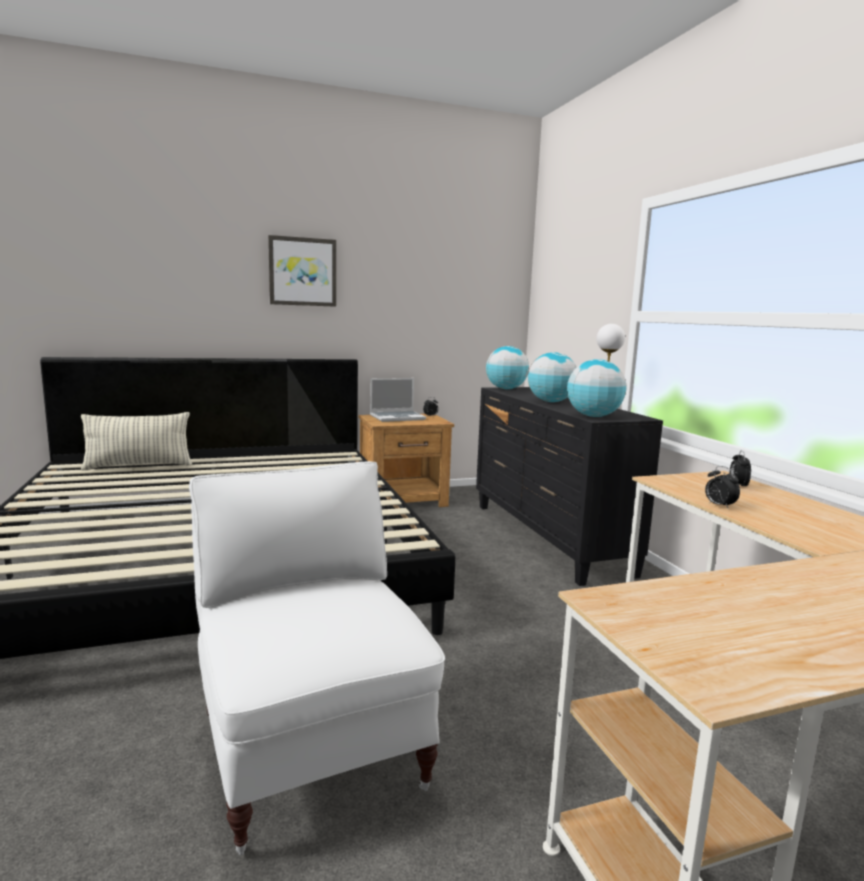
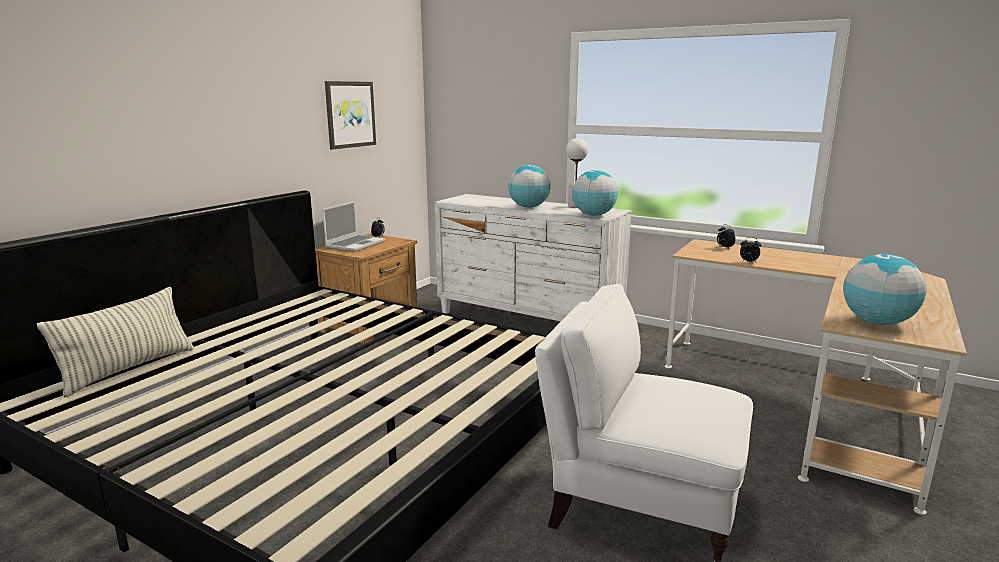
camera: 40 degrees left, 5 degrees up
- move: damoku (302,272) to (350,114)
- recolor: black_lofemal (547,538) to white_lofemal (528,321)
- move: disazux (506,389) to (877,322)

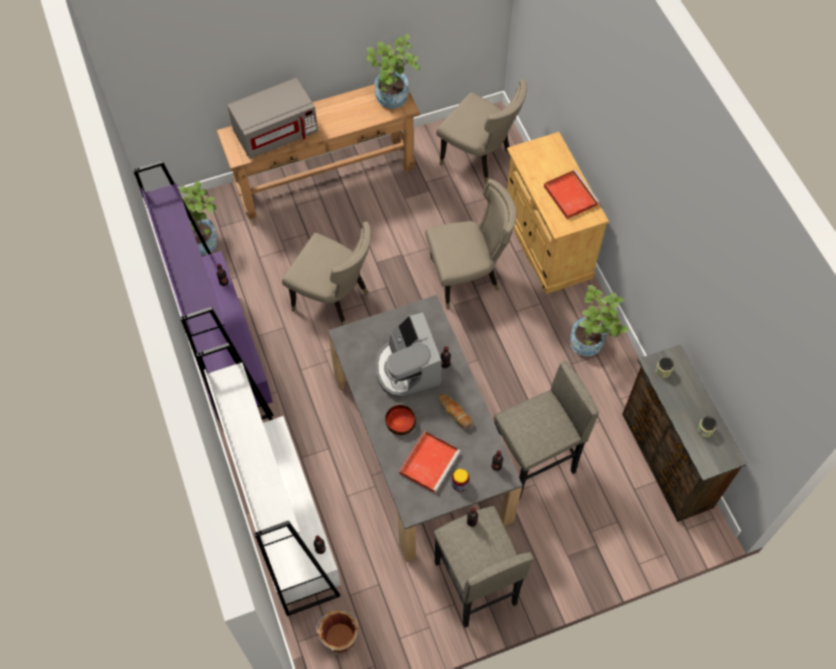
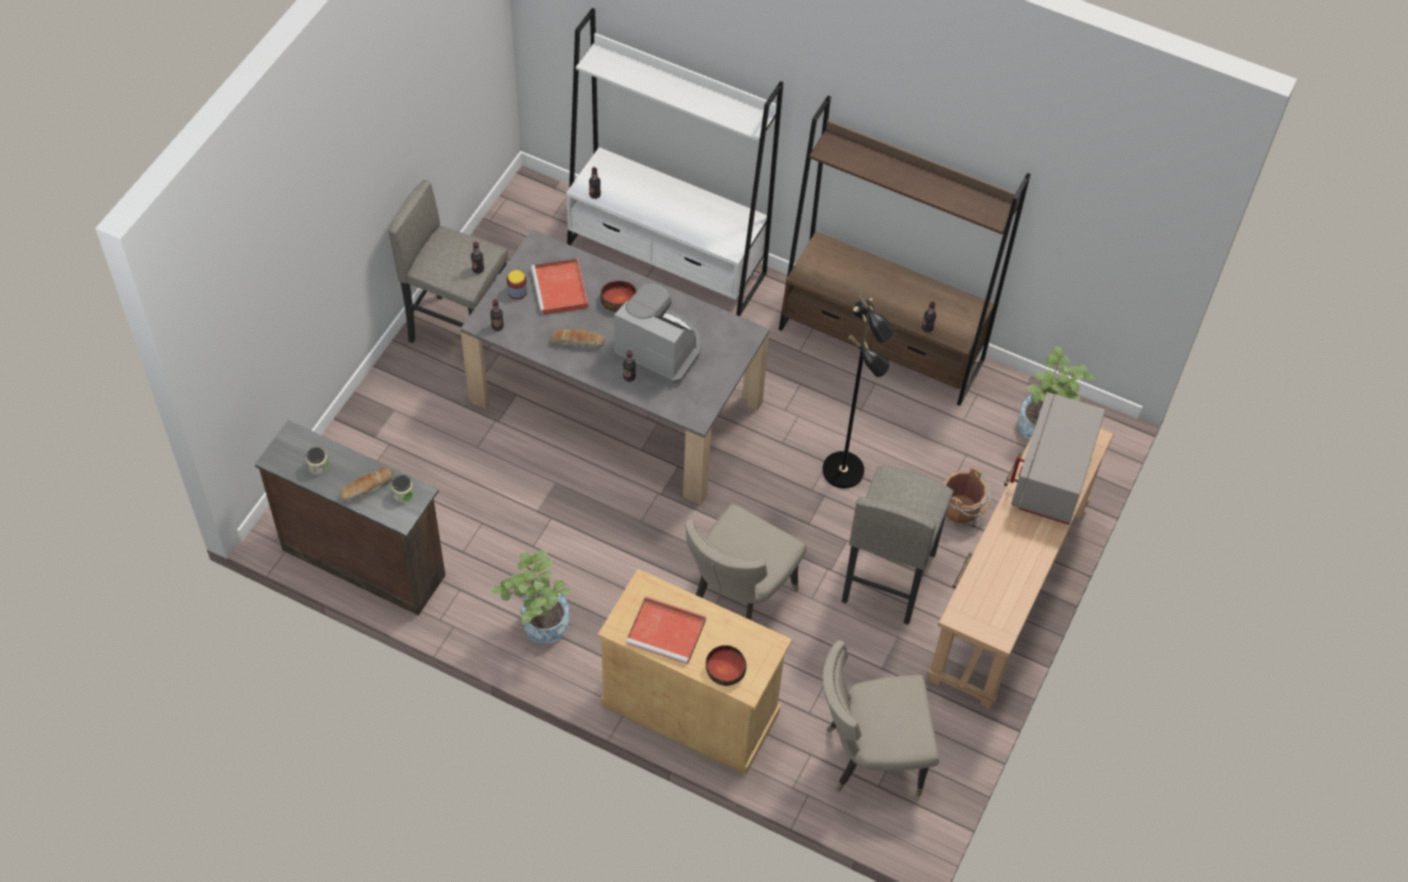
camera: 135 degrees right, 5 degrees down
- insert: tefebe (368,488)
- insert: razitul (725,669)
- recolor: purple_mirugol (226,356) to brown_mirugol (881,345)
- replace: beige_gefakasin (334,300) to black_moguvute (844,470)
- move: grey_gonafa (533,464) to (887,577)
- move: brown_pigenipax (339,636) to (961,511)
- delete: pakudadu (392,100)

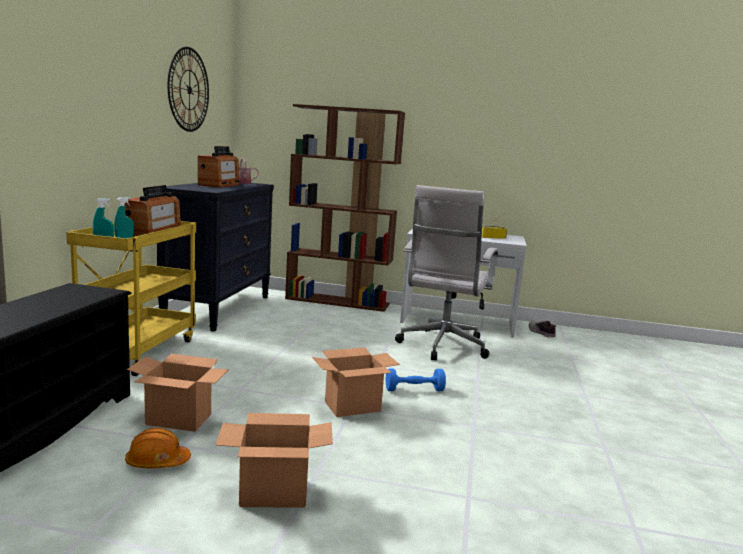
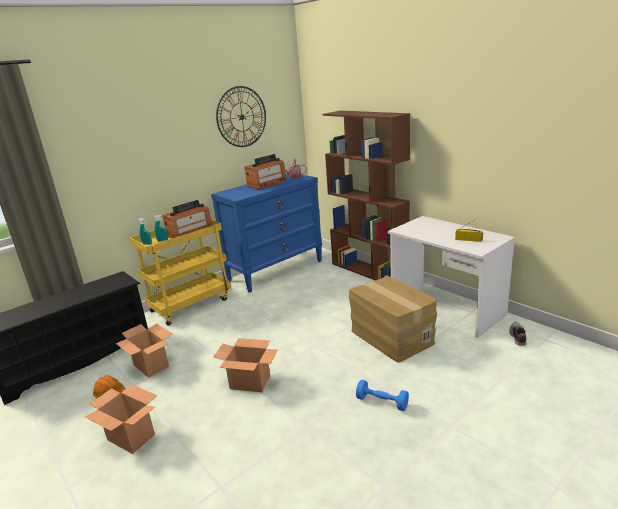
camera: 40 degrees right, 10 degrees up
- recolor: black_lofemal (218,309) to blue_lofemal (276,270)
- replace: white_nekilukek (442,347) to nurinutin (391,337)
- move: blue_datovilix (414,390) to (382,402)

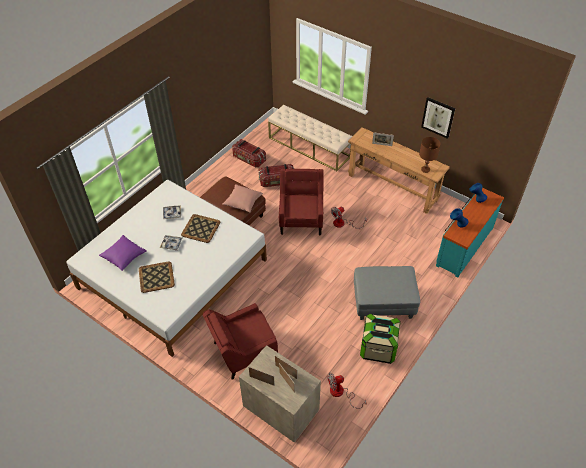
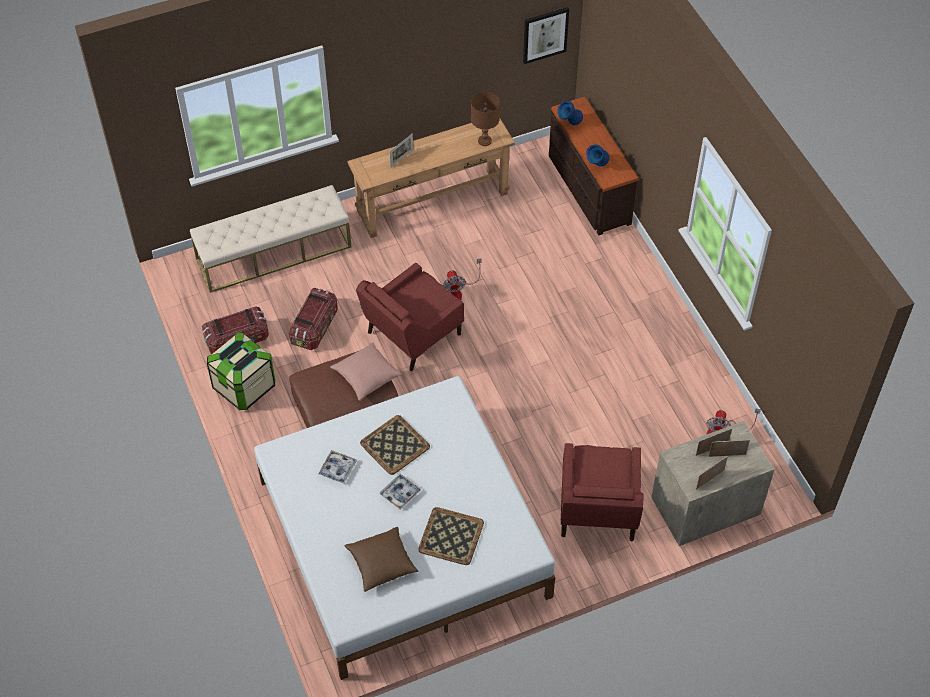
camera: 60 degrees left, 5 degrees up
- move: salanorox (378,348) to (244,386)
- recolor: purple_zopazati (124,256) to brown_zopazati (381,563)
- rotate: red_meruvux (301,219) = (412,334) 75 degrees counterclockwise
- move: damoku (438,117) to (545,34)
- recolor: turquoise_lofemal (464,246) to brown_lofemal (588,189)
- delete: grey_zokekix (383,302)

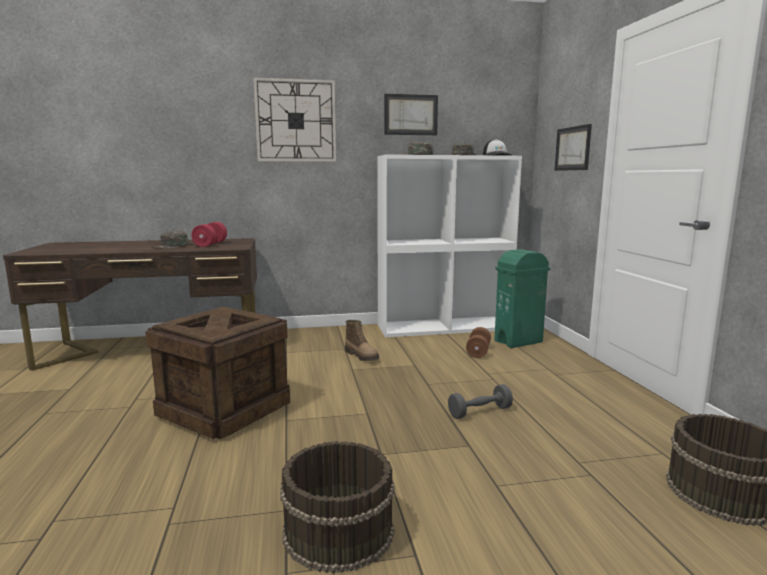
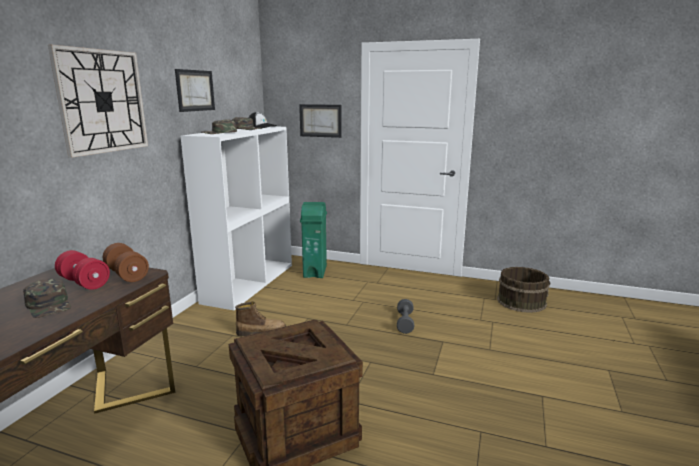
camera: 60 degrees left, 5 degrees up
- move: brown_datovilix (478,352) to (127,274)
- delete: brown_pigenipax (337,532)

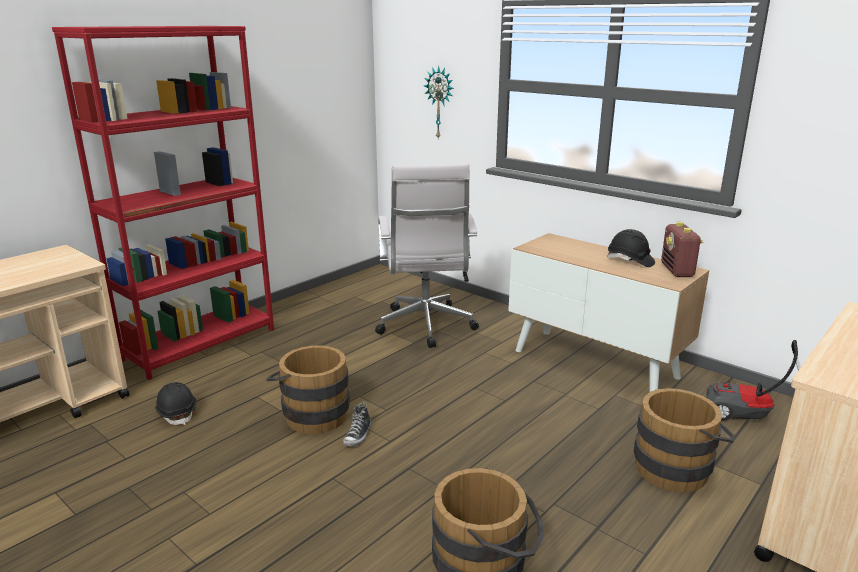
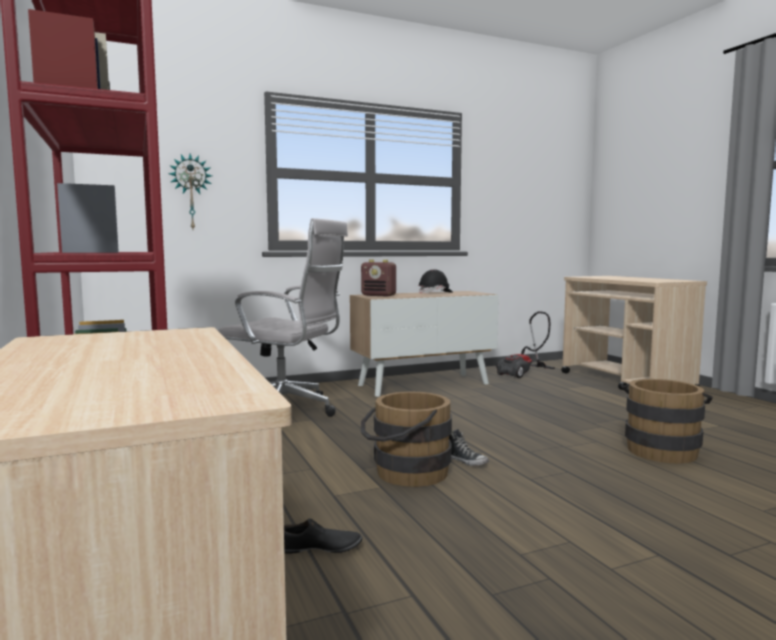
camera: 65 degrees left, 15 degrees down
- replace: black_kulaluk (177,413) to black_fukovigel (319,548)
- move: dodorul (677,271) to (379,295)
- delete: brown_pigenipax (677,467)

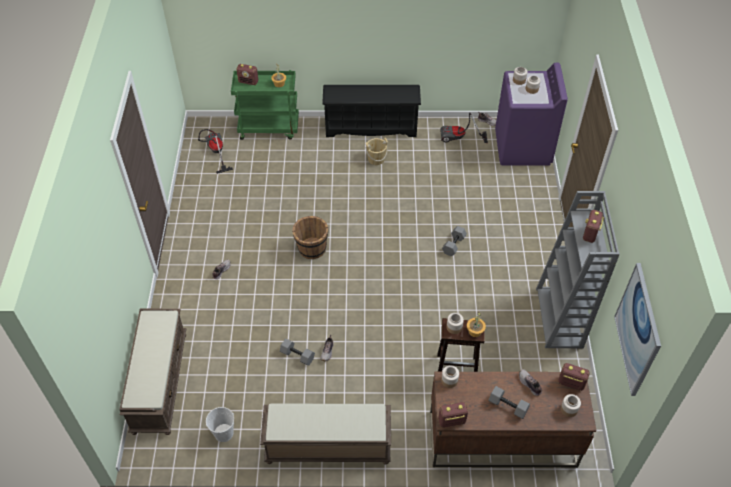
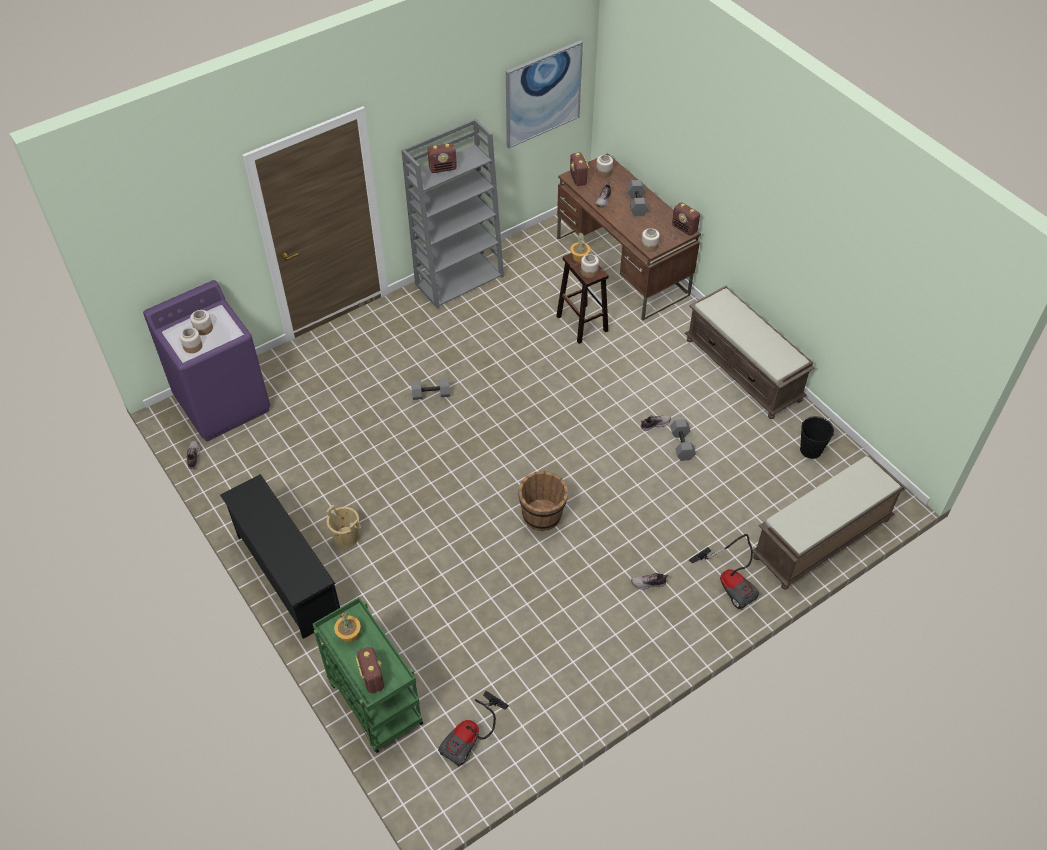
camera: 125 degrees left, 0 degrees up
- move: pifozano (459,138) to (730,583)
- recolor: white_pigenipax (223,433) to black_pigenipax (810,450)

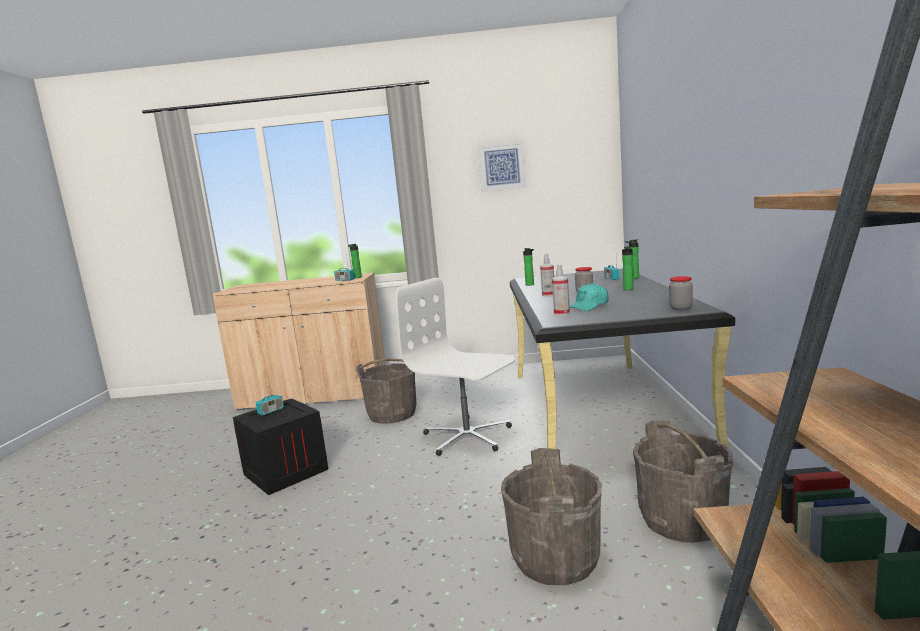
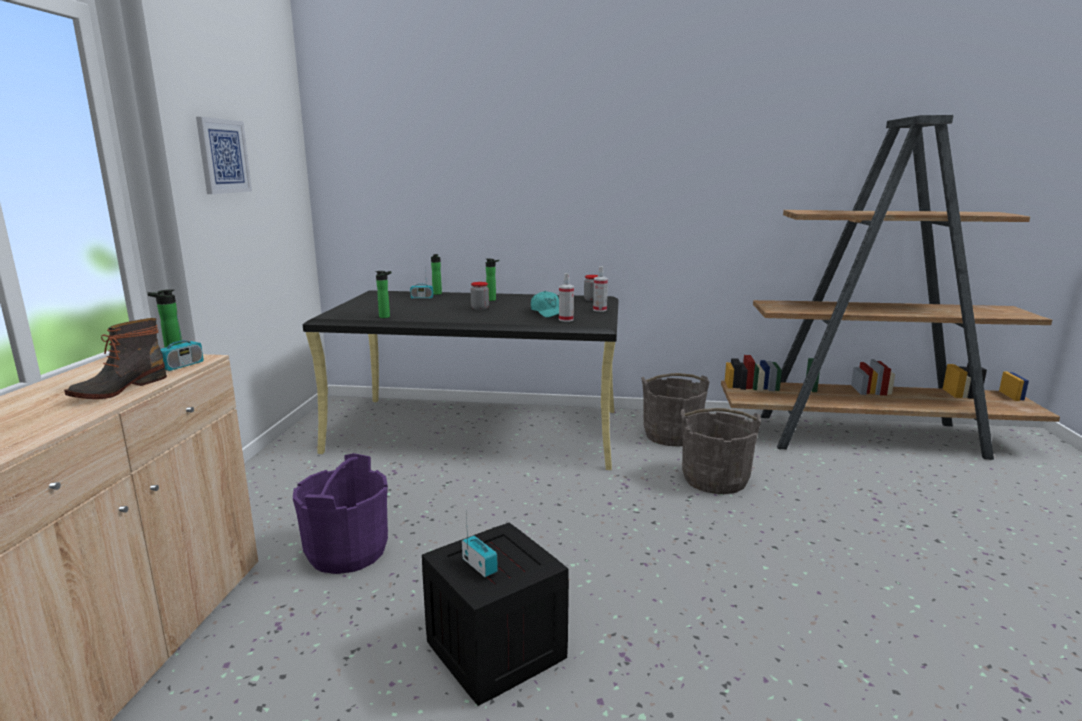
camera: 85 degrees left, 5 degrees up
- insert: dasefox (118,388)
- recolor: grey_pigenipax (392,414) to purple_pigenipax (347,552)
- move: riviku (548,295) to (600,310)
- delete: white_nekilukek (467,437)

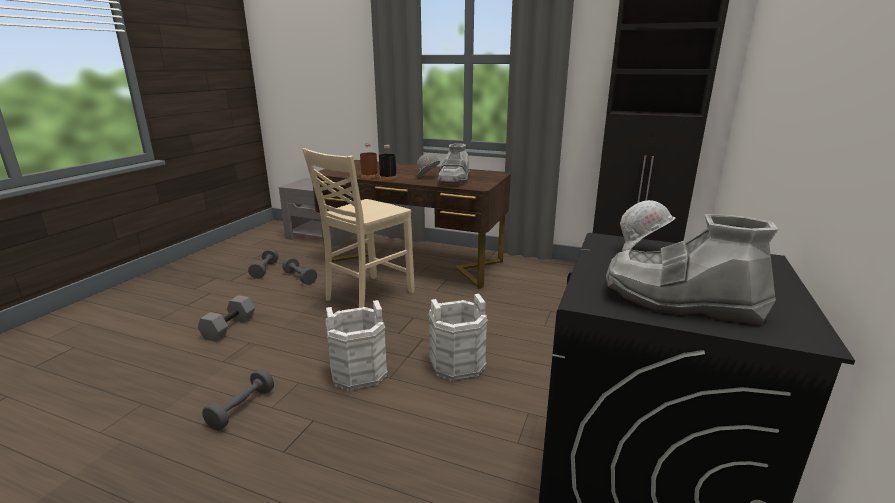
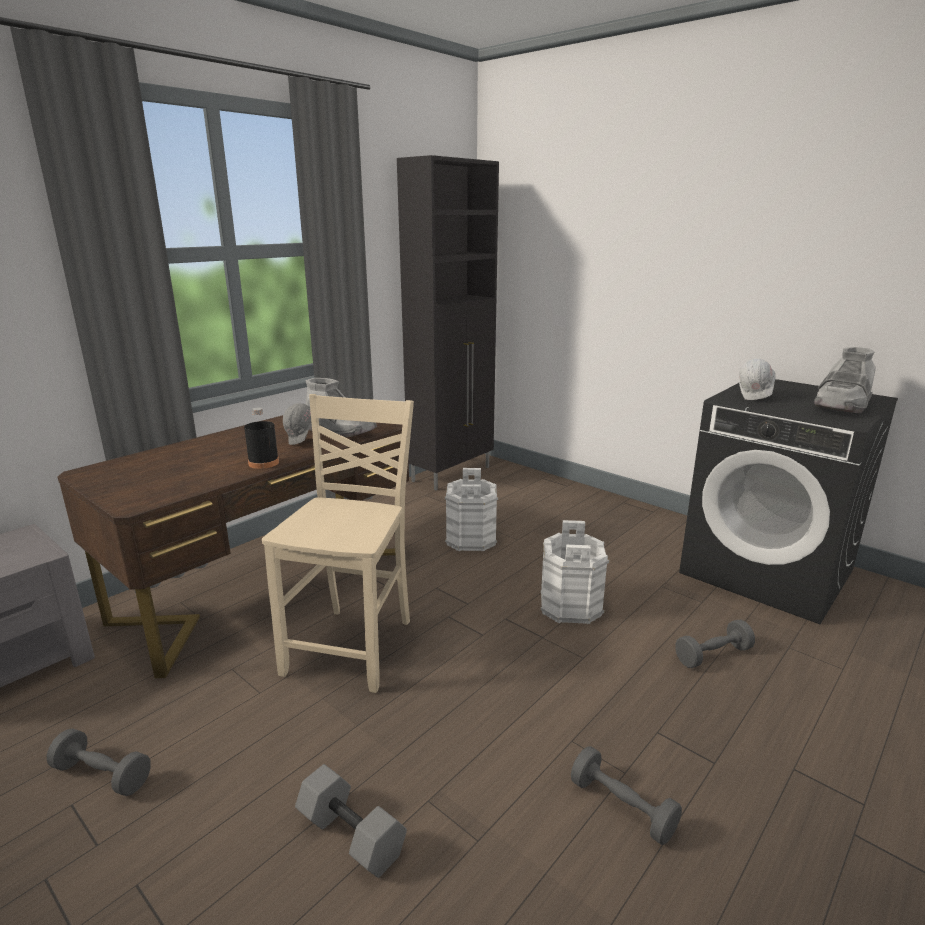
camera: 70 degrees left, 0 degrees up
- rotate: beige_gefakasin (367,296) = (353,646) 135 degrees counterclockwise
- move: white_pigenipax (359,373) to (471,539)
- move: grey_datovilix (300,278) to (713,655)
- delete: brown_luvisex (369,176)

